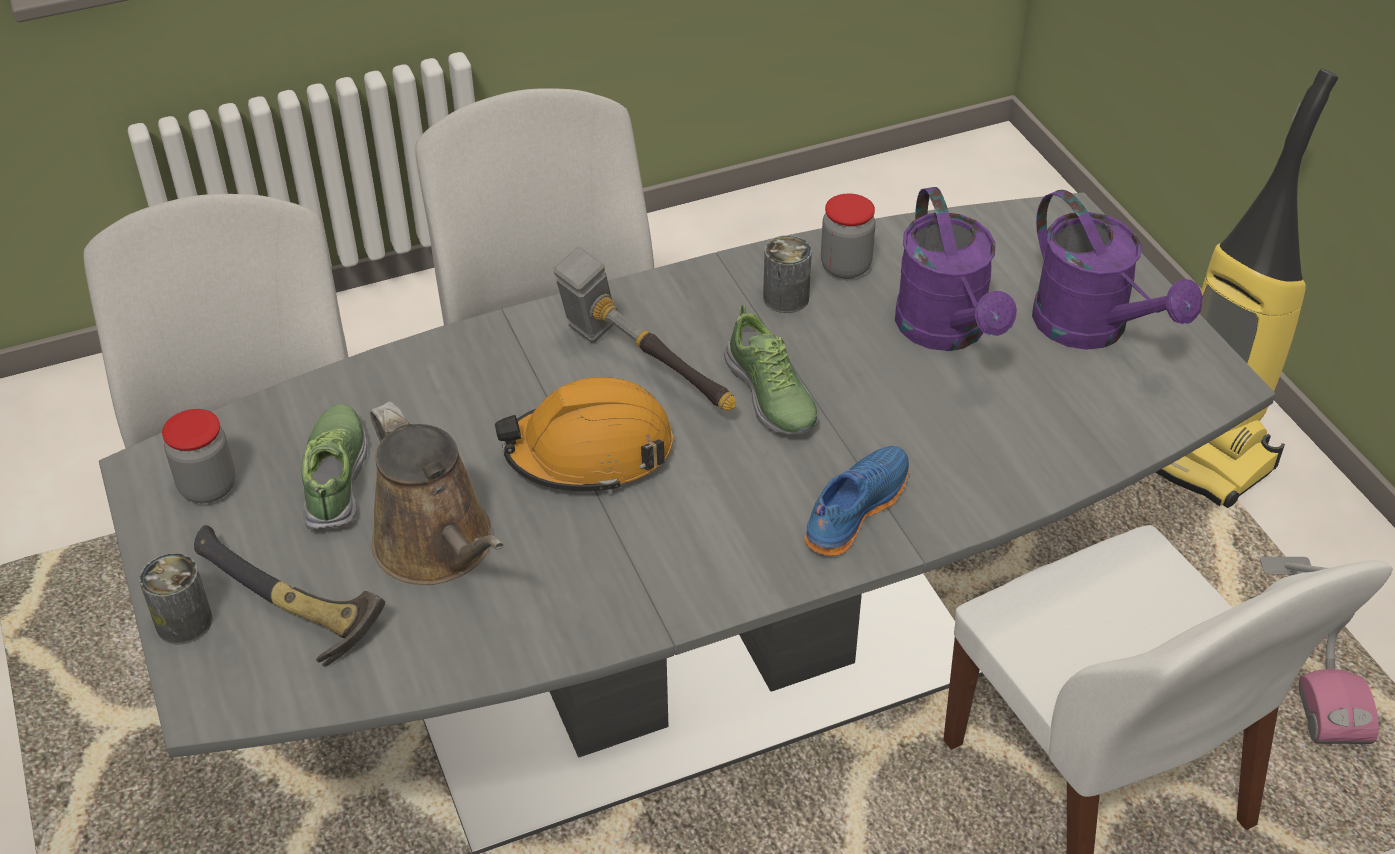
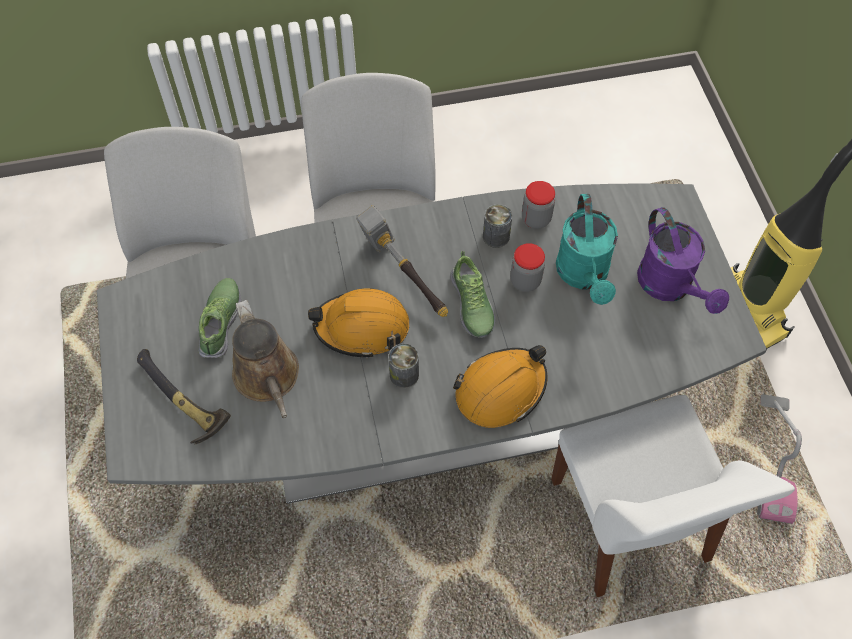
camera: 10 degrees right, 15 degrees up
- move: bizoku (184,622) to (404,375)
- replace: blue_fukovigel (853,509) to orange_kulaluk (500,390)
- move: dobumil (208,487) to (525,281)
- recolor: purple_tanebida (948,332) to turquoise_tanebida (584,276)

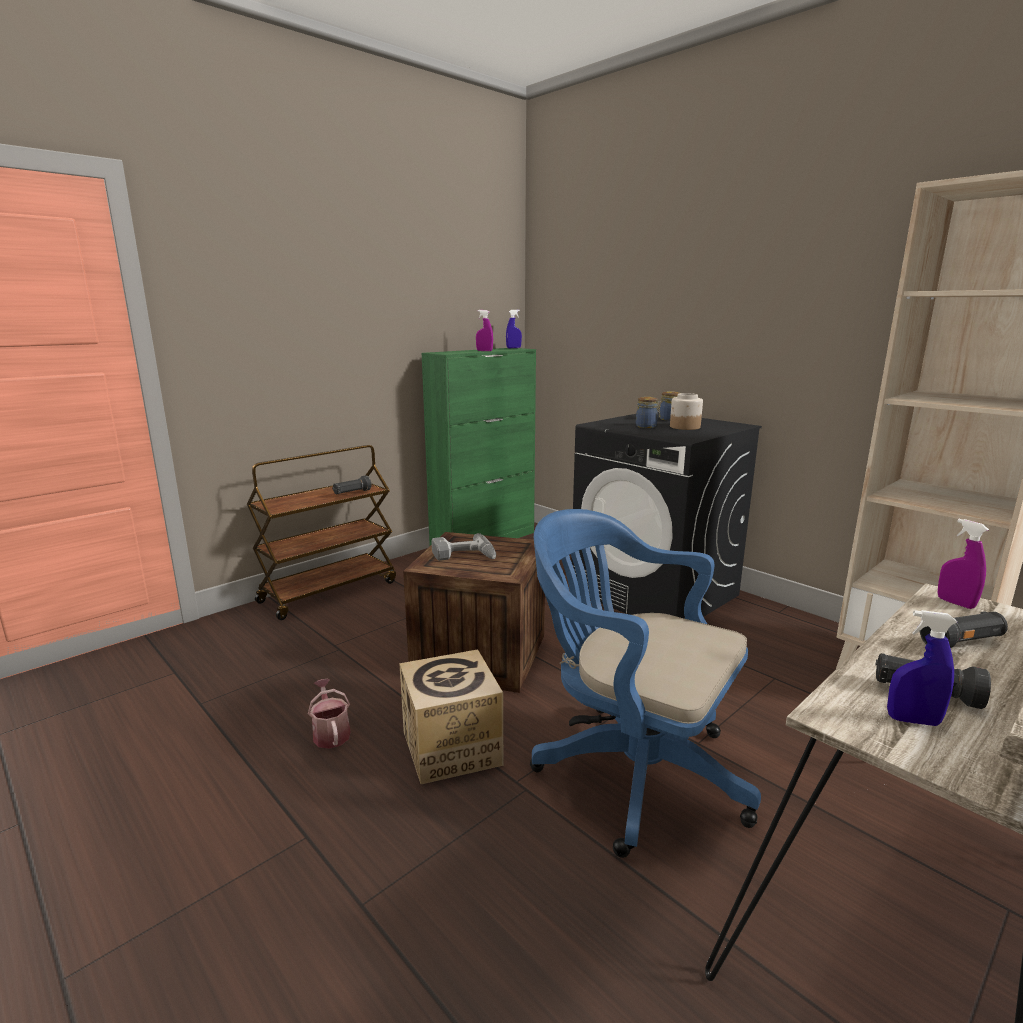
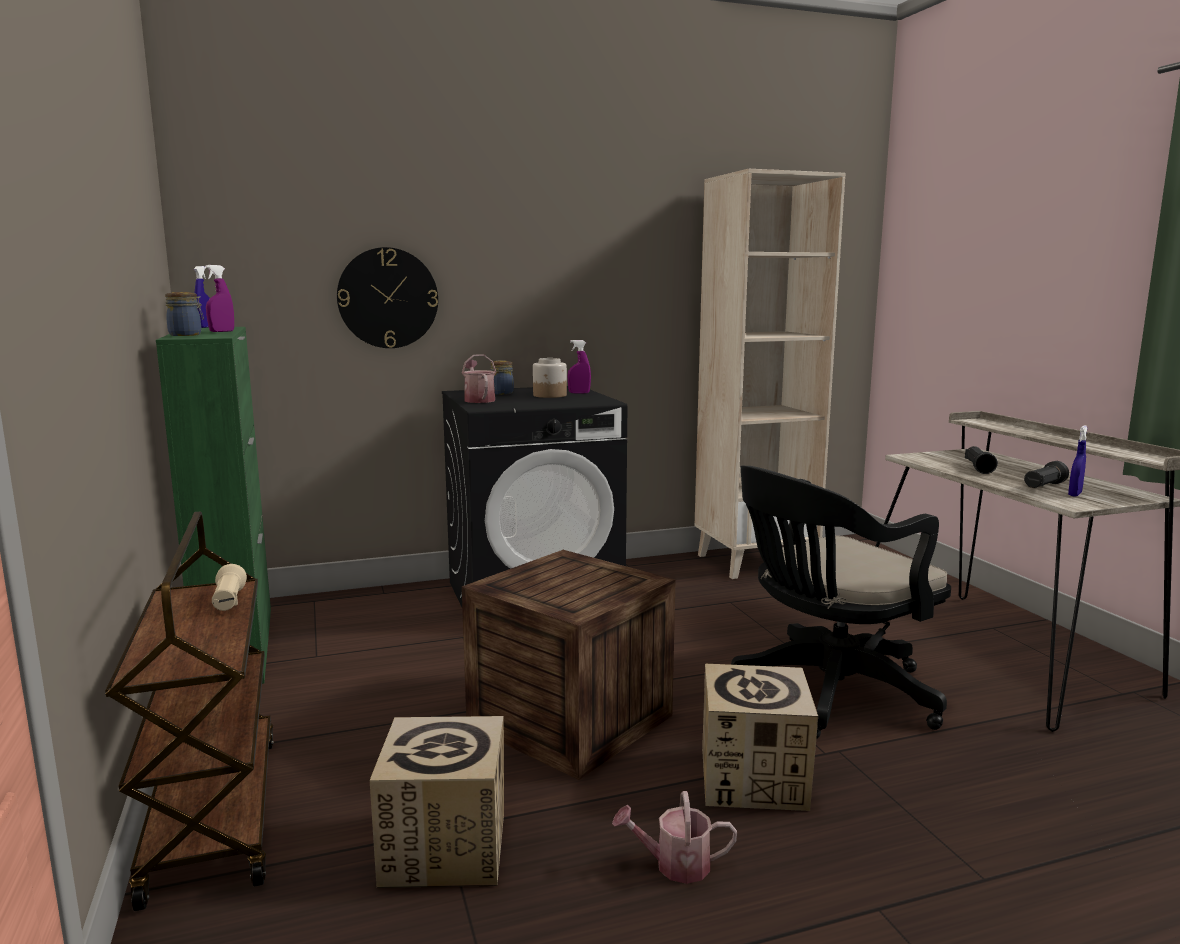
camera: 65 degrees left, 5 degrees down
- move: dobumil (647,426) to (187,335)
- recolor: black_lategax (352,493) to beige_lategax (229,602)
- insert: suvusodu (388,298)
- insert: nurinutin (445,847)
- insert: tanebida (478,400)
- move: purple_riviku (955,603) to (579,393)
- recolor: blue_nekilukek (630,769) to black_nekilukek (827,694)
- delete: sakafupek (465,557)

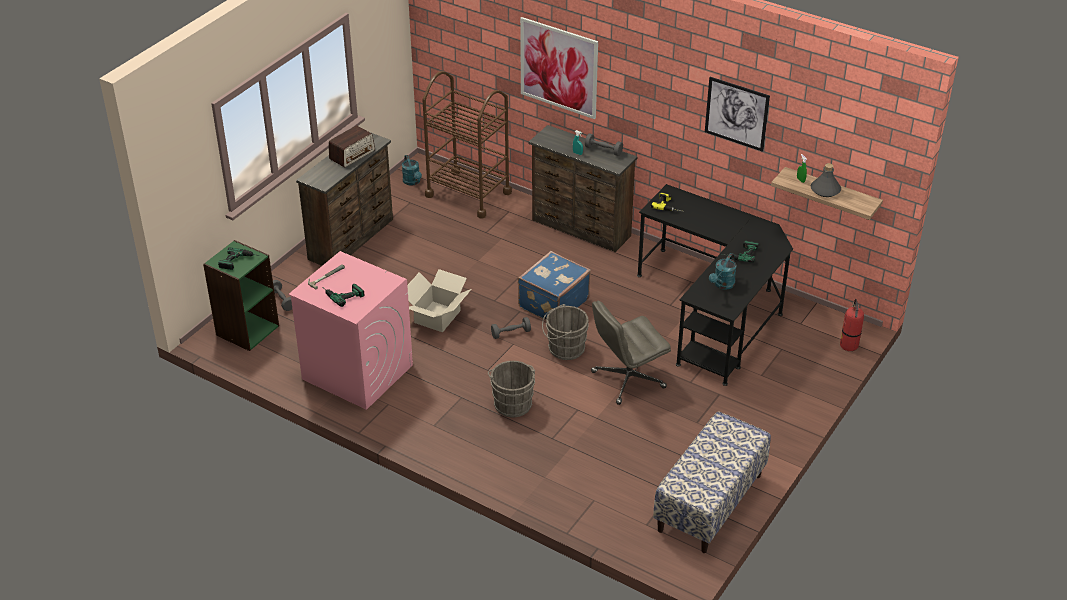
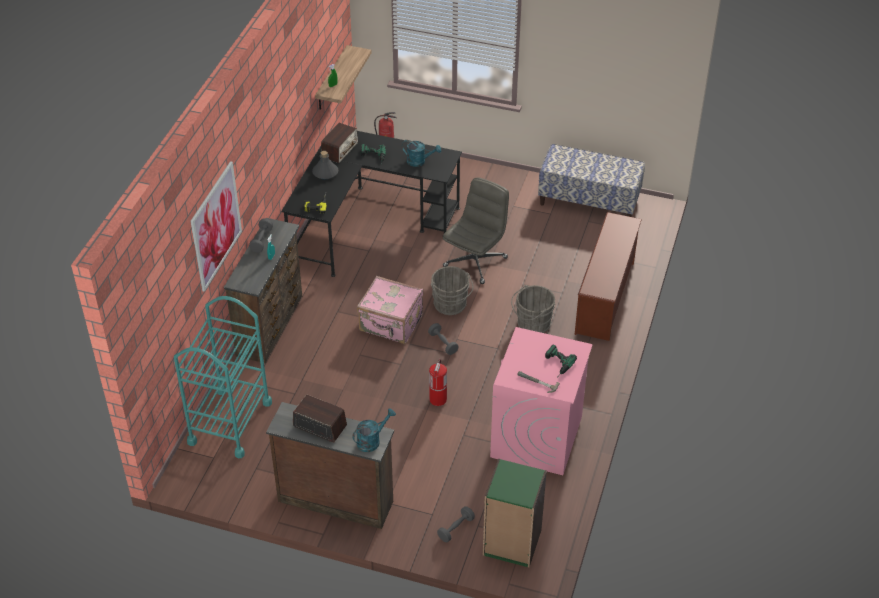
camera: 105 degrees left, 5 degrees up
- recolor: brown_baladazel (468,194) to turquoise_baladazel (230,422)
- move: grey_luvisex (825,190) to (325,172)
- insert: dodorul (340,150)
- move: turquoise_tanebida (412,182) to (372,440)
- recolor: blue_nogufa (552,303) to pink_nogufa (391,324)
- replace: nurinutin (437,316) to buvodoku (438,400)
- rotate: grey_nekilukek (627,380) = (475,261) 105 degrees counterclockwise
- insert: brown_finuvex (606,298)
- delete: sakafupek (239,261)
- delete: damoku (736,113)

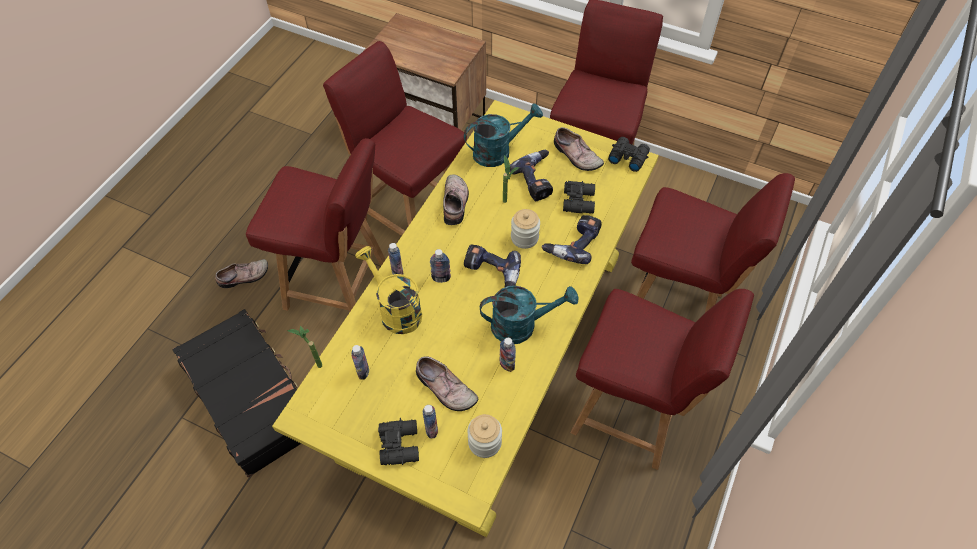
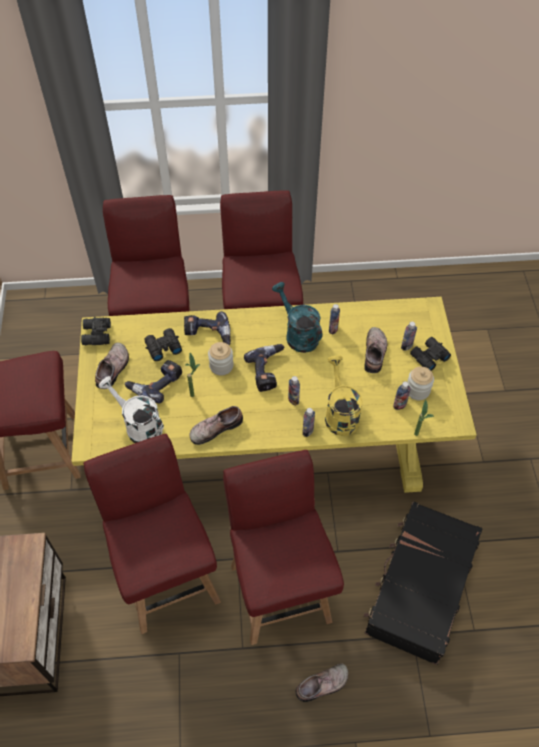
camera: 120 degrees left, 0 degrees up
- rotate: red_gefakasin (410,216) = (167,577) 150 degrees clockwise
- recolor: turquoise_tanebida (498,151) to white_tanebida (138,426)
- rotate: fukovigel (244,277) = (323,685) 120 degrees clockwise
- rotate: yellow_tanebida (395,310) = (340,413) 150 degrees clockwise
- move: dobumil (484,442) to (417,390)

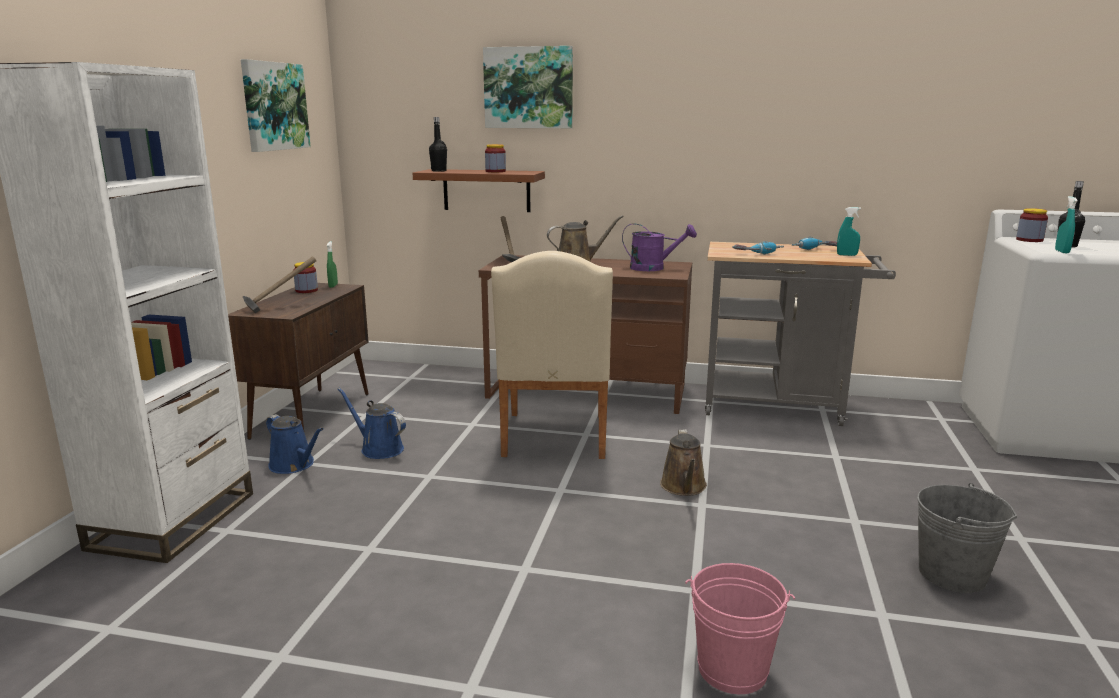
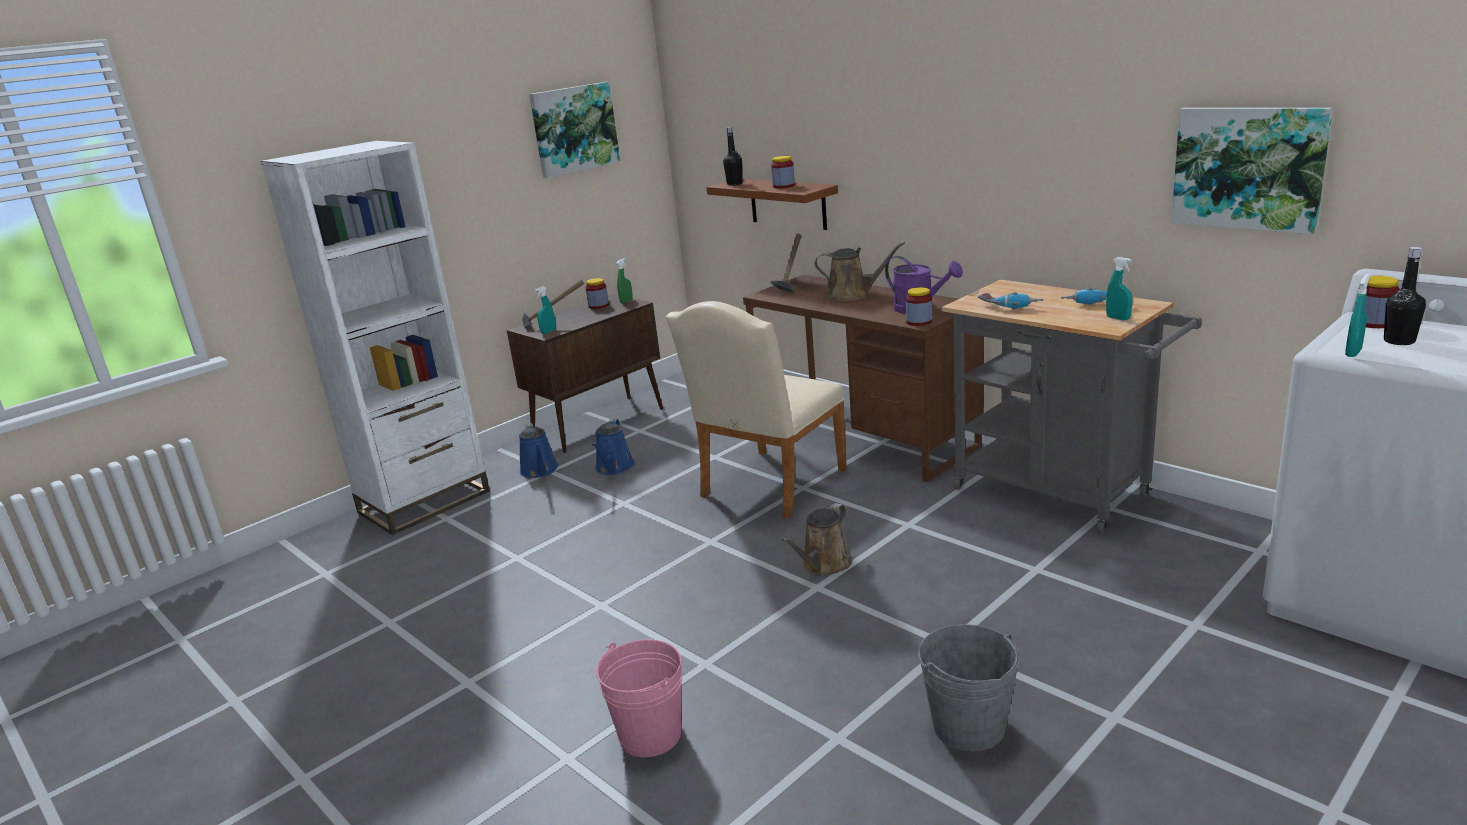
camera: 35 degrees right, 5 degrees up
- insert: turquoise_riviku (548,332)
- rotate: blue_tanebida (379,449) = (614,468) 150 degrees counterclockwise
- insert: dobumil (919,322)
- move: damoku (528,88) to (1248,168)

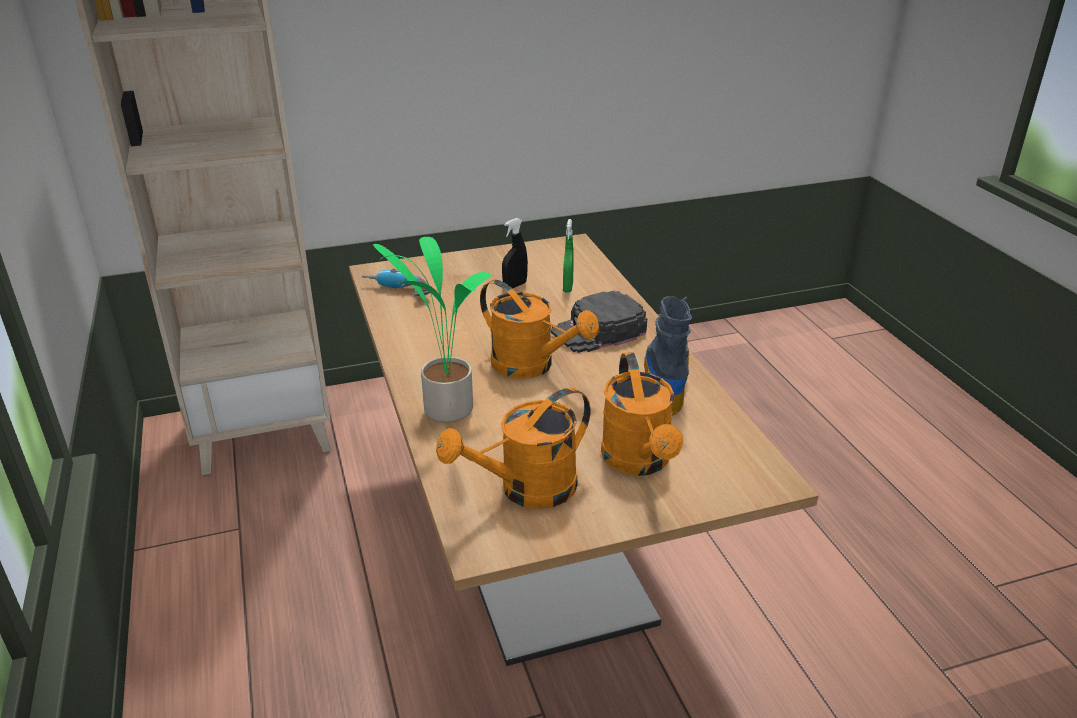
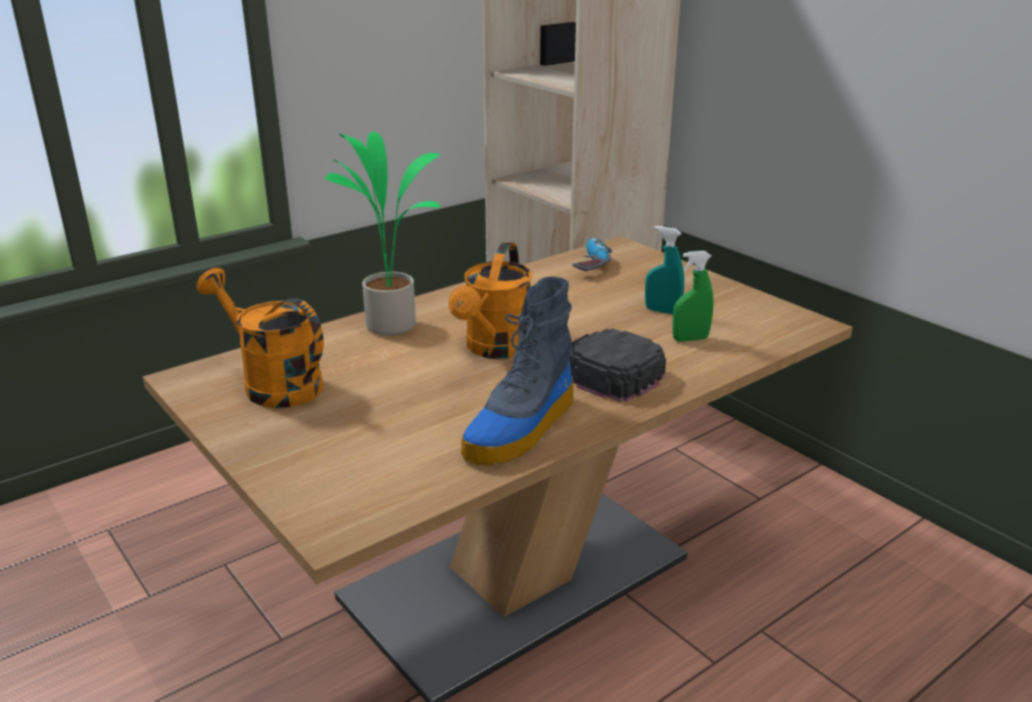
camera: 70 degrees right, 5 degrees down
- rotate: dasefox (665,380) = (521,429) 135 degrees clockwise
- recolor: black_riviku (515,285) to turquoise_riviku (662,311)
- delete: orange_tanebida (639,462)

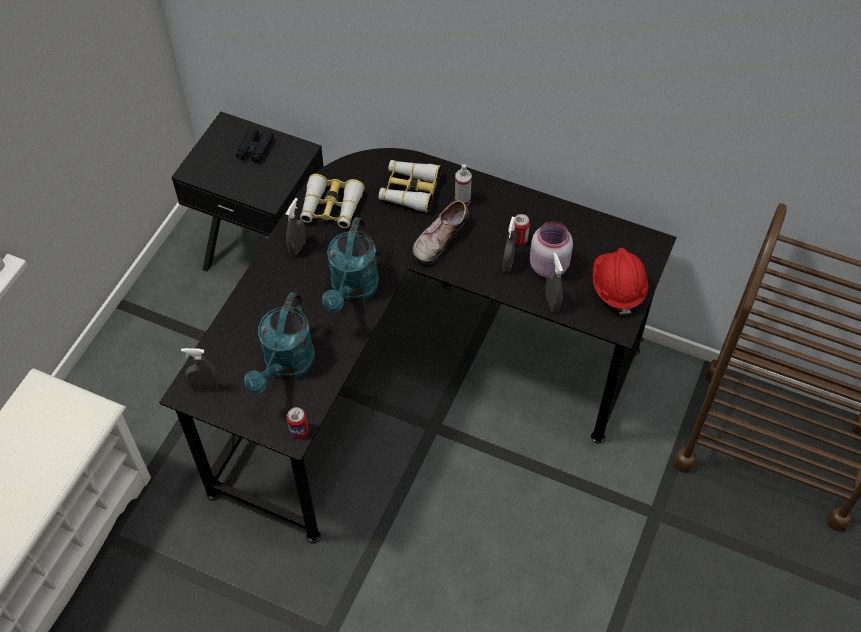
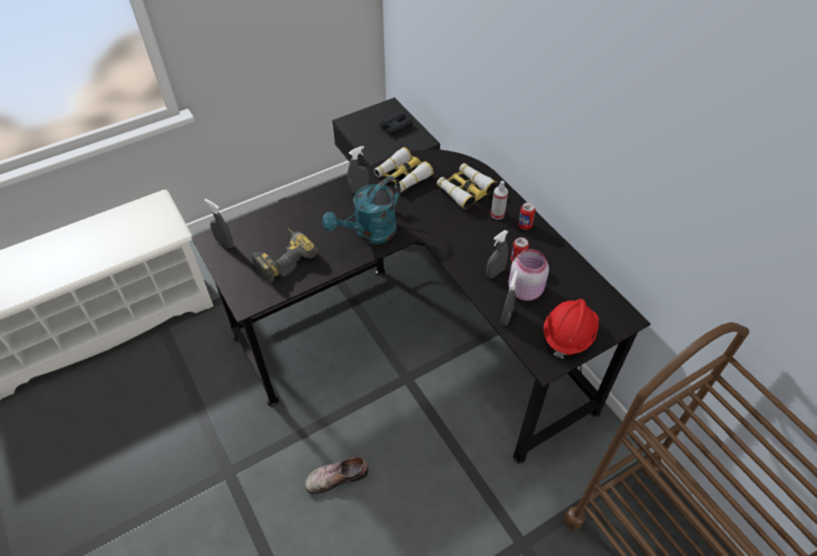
camera: 35 degrees right, 5 degrees down
- replace: turquoise_tanebida (286,367) to sakafupek (283,258)
- move: fukovigel (438,238) to (336,476)
- move: bizoku (299,432) to (524,225)

